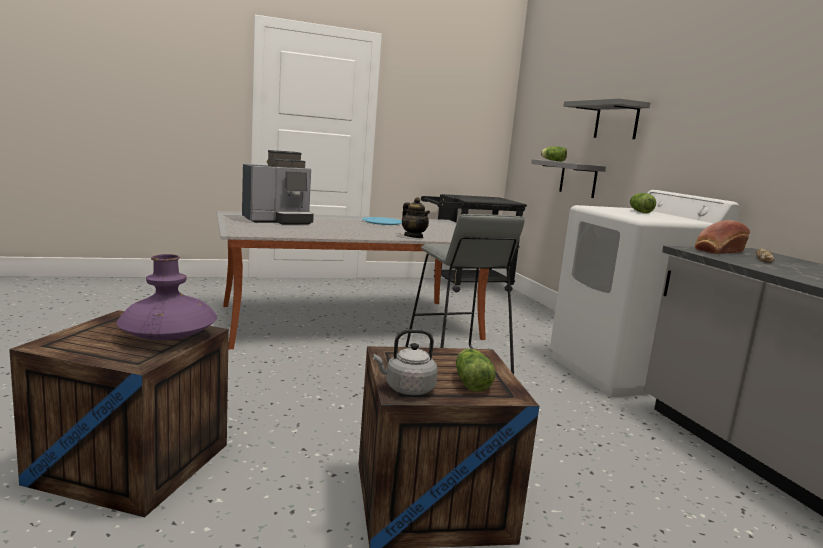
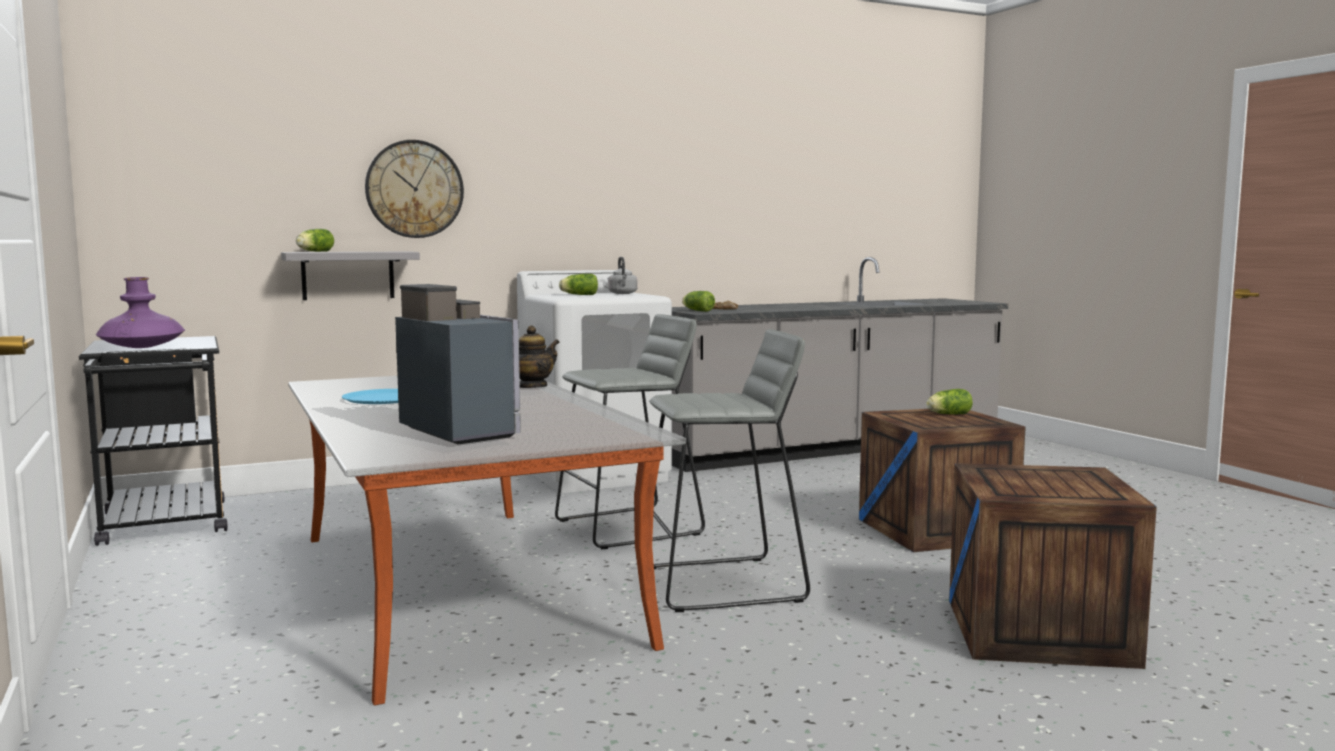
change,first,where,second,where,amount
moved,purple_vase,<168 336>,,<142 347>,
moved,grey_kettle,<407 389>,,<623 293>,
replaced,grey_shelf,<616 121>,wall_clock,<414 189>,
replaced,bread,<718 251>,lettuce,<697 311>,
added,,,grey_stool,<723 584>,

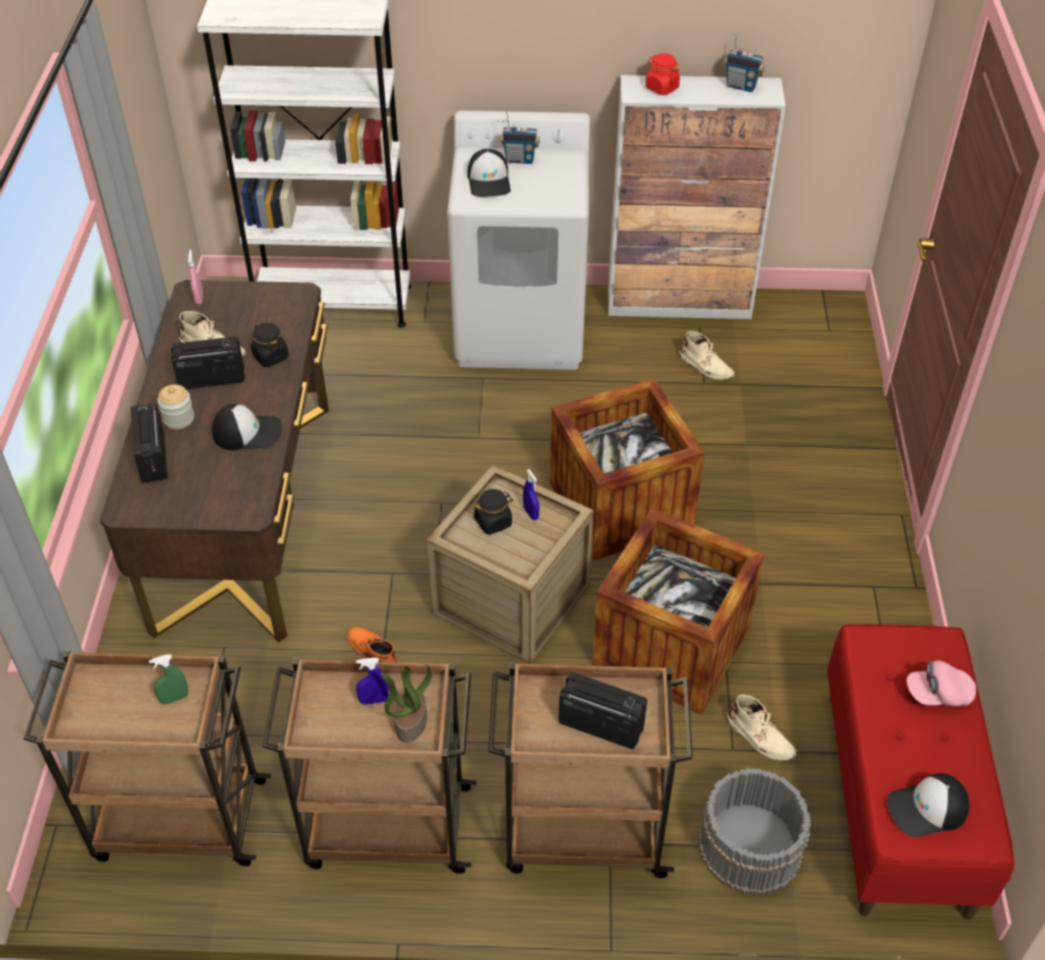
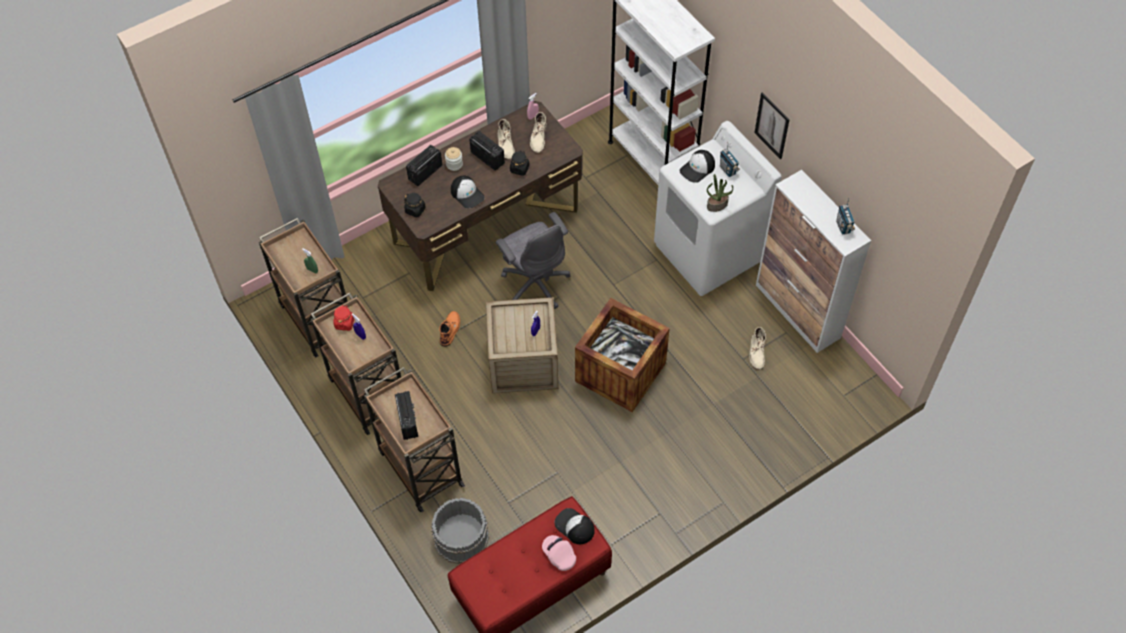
change,first,where,second,where,amount
moved,potted_plant,<410 721>,,<717 205>,
moved,black_jar,<493 522>,,<415 210>,
removed,crate,<671 646>,,,
moved,red_jar,<661 88>,,<344 323>,
moved,beige_boot,<760 737>,,<538 138>,
moved,cap,<927 809>,,<574 527>,
added,,,grey_office_chair,<535 283>,
added,,,picture,<772 125>,

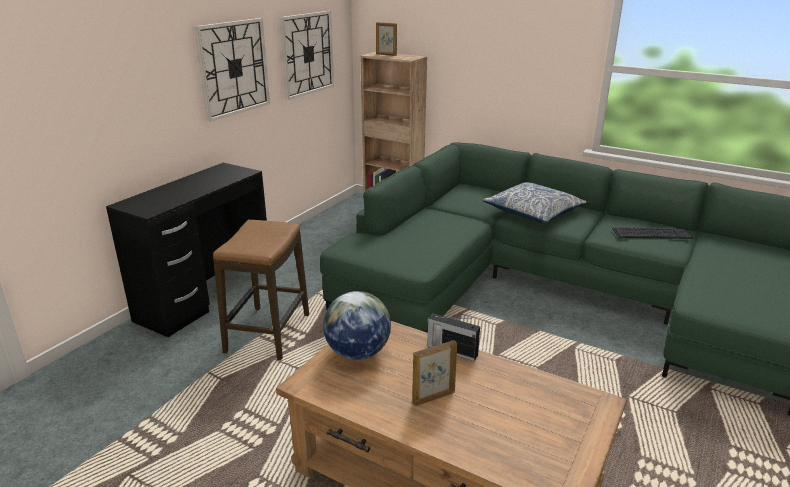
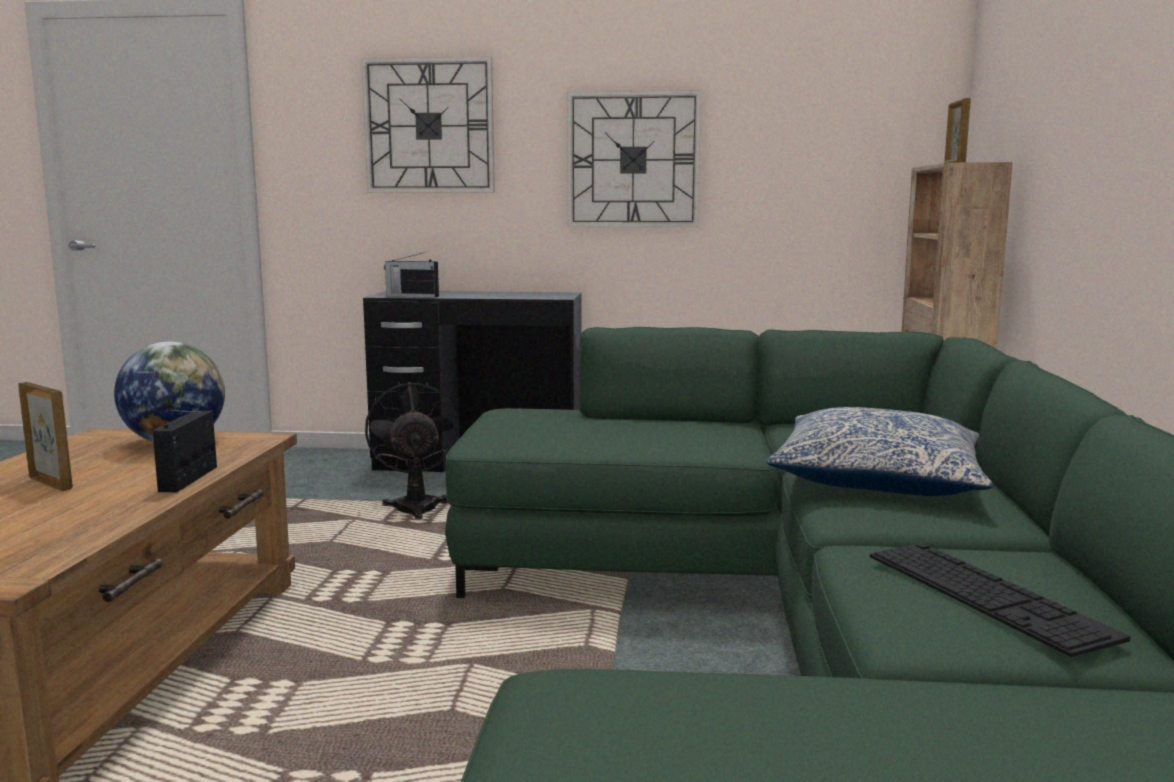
change,first,where,second,where,amount
replaced,stool,<268 333>,black_fan,<415 506>,
moved,wall_clock,<307 54>,,<429 126>,
added,,,radio,<411 296>,

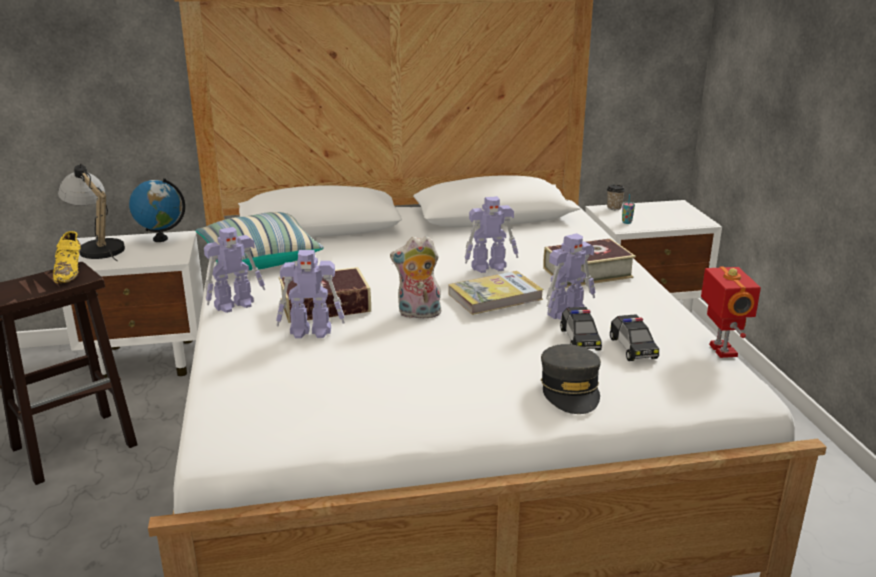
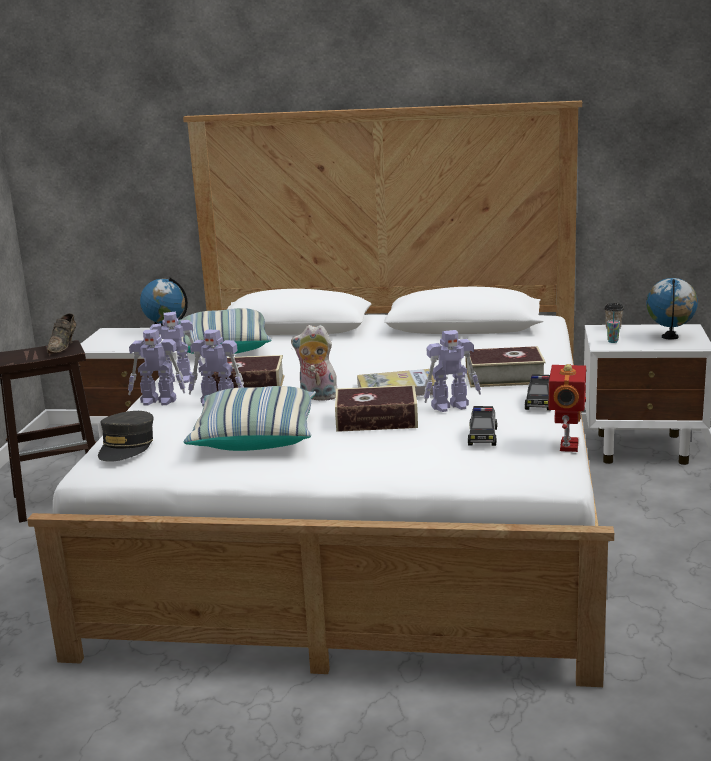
change,first,where,second,where,amount
recoloured,yellow_shoe,<70 272>,brown_shoe,<63 346>,
removed,table_lamp,<97 247>,,,
moved,toy_robot,<490 267>,,<159 401>,
moved,grey_cap,<570 390>,,<127 446>,
moved,toy_car,<580 339>,,<539 402>,
added,,,pillow,<255 437>,
added,,,book,<376 419>,
added,,,globe,<670 337>,

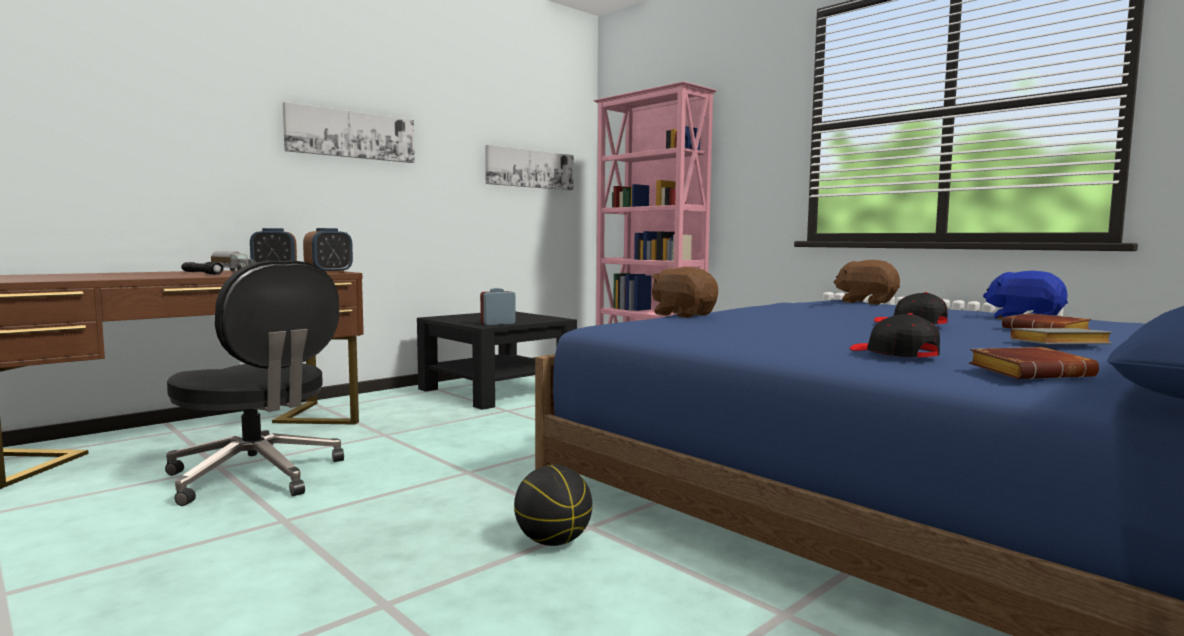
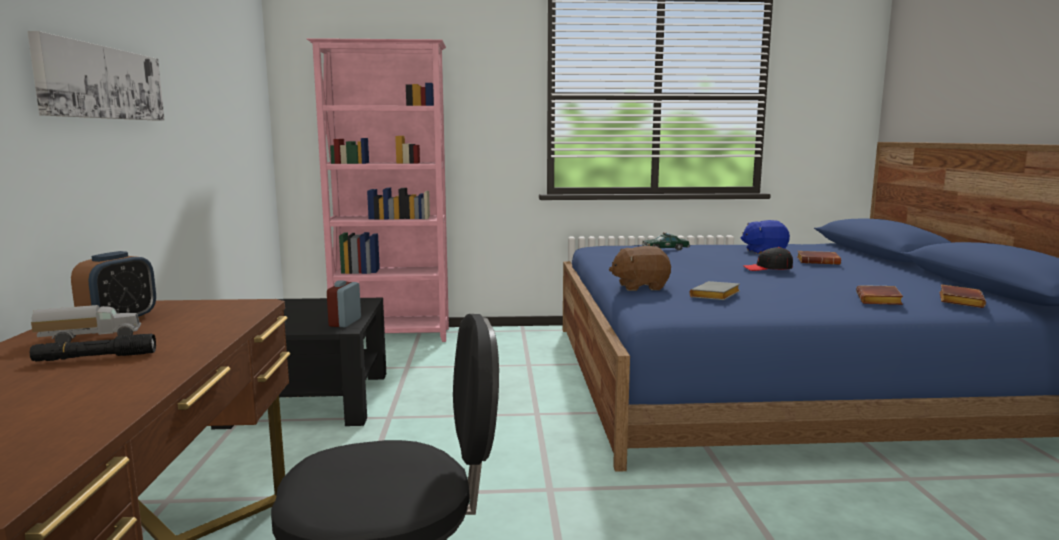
change,first,where,second,where,amount
removed,alarm_clock,<329 272>,,,
removed,picture,<530 169>,,,
removed,basketball,<553 541>,,,
replaced,brown_plush_toy,<866 302>,toy_car,<665 249>,
replaced,black_cap,<893 354>,brown_book,<880 301>,
moved,grey_book,<1058 344>,,<716 296>,

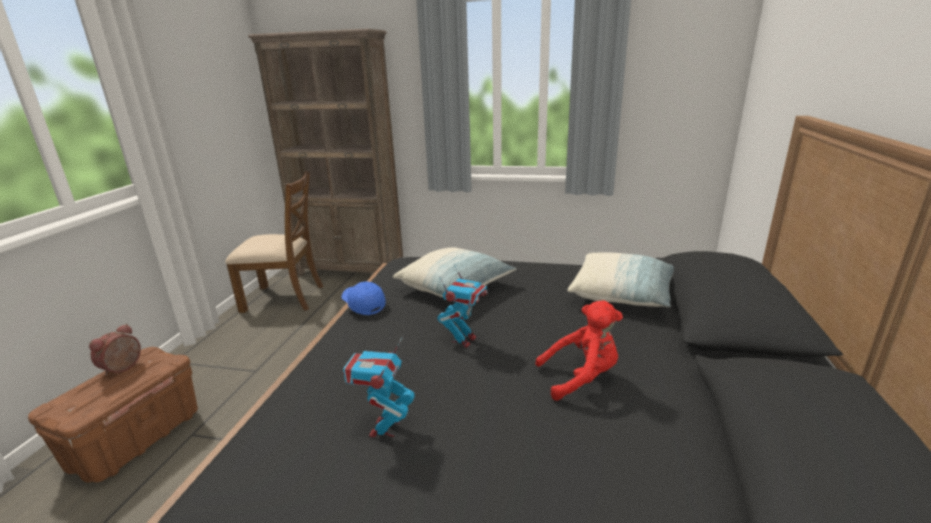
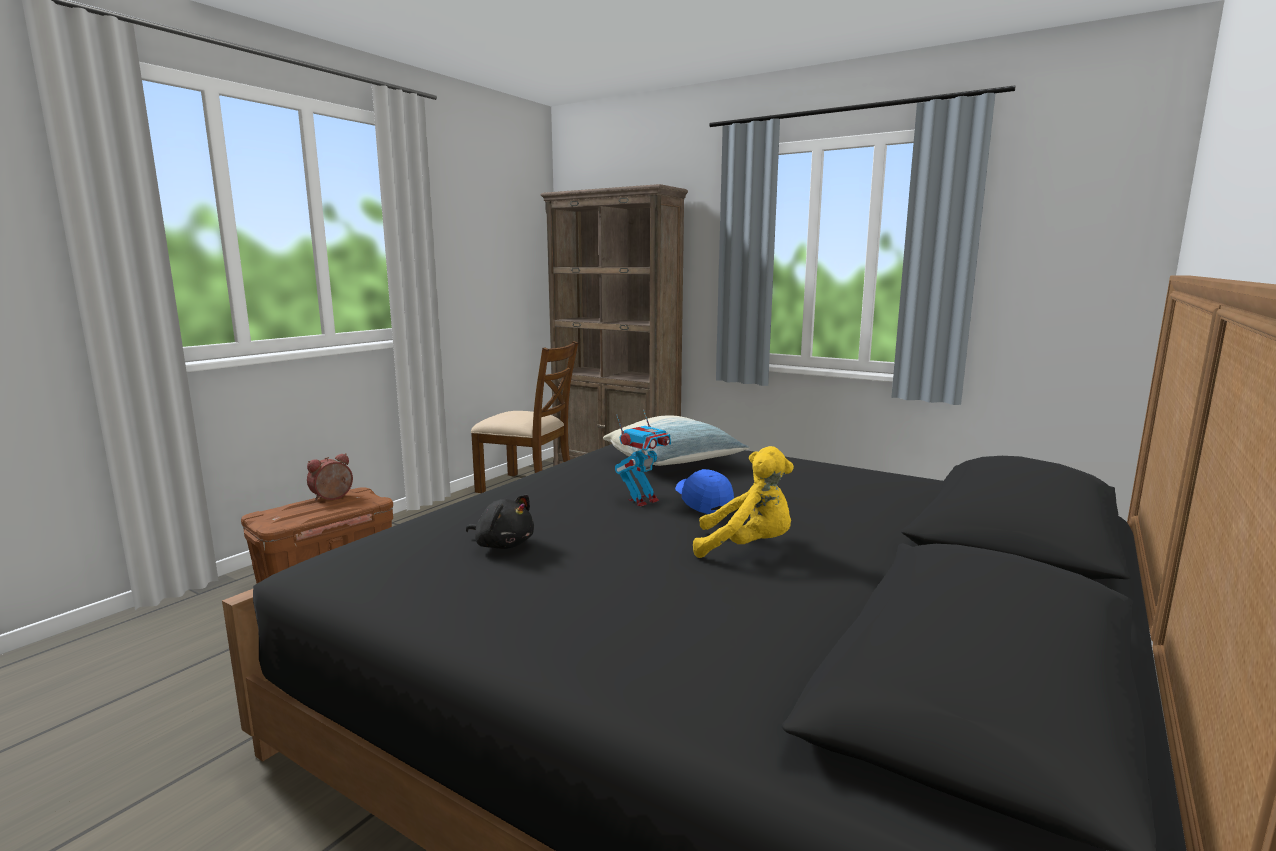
change,first,where,second,where,amount
moved,blue_cap,<363 305>,,<702 503>,
replaced,toy_robot,<384 428>,black_plush_toy,<502 544>,
recoloured,red_plush_toy,<581 378>,yellow_plush_toy,<747 547>,
removed,pillow,<622 294>,,,

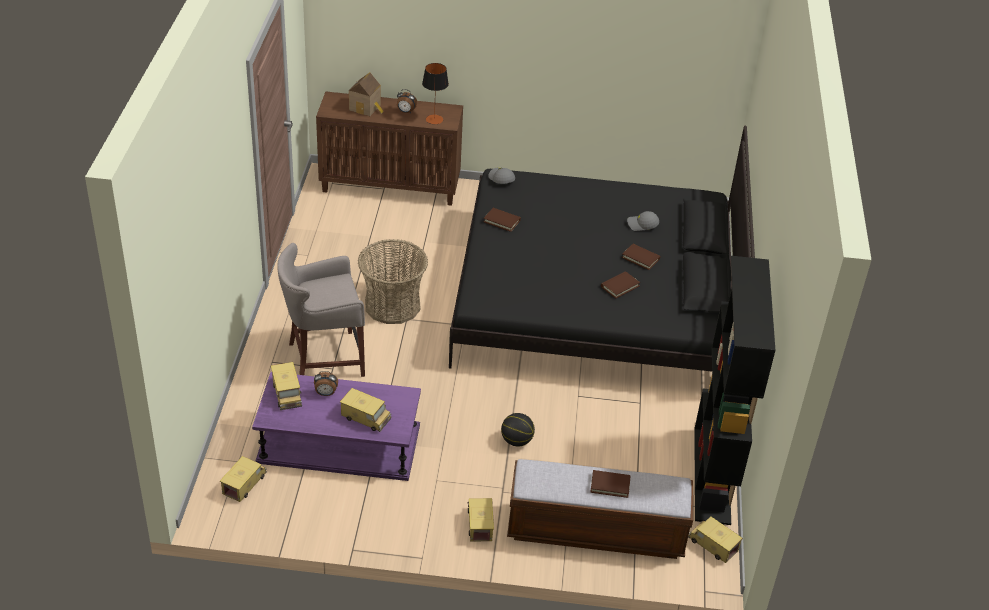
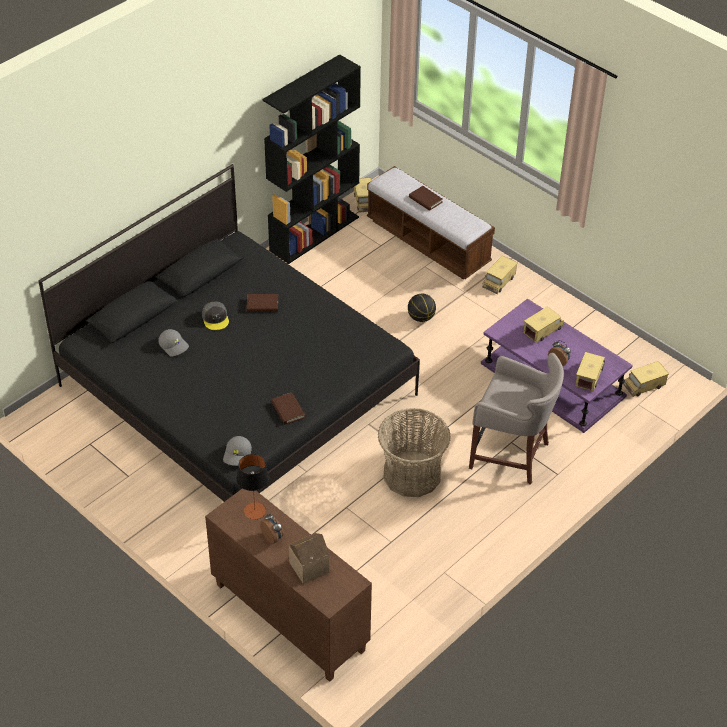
change,first,where,second,where,amount
turned,toy_truck,<366 417>,,<543 330>,75 degrees clockwise
replaced,brown_book,<640 258>,grey_cap,<215 318>,

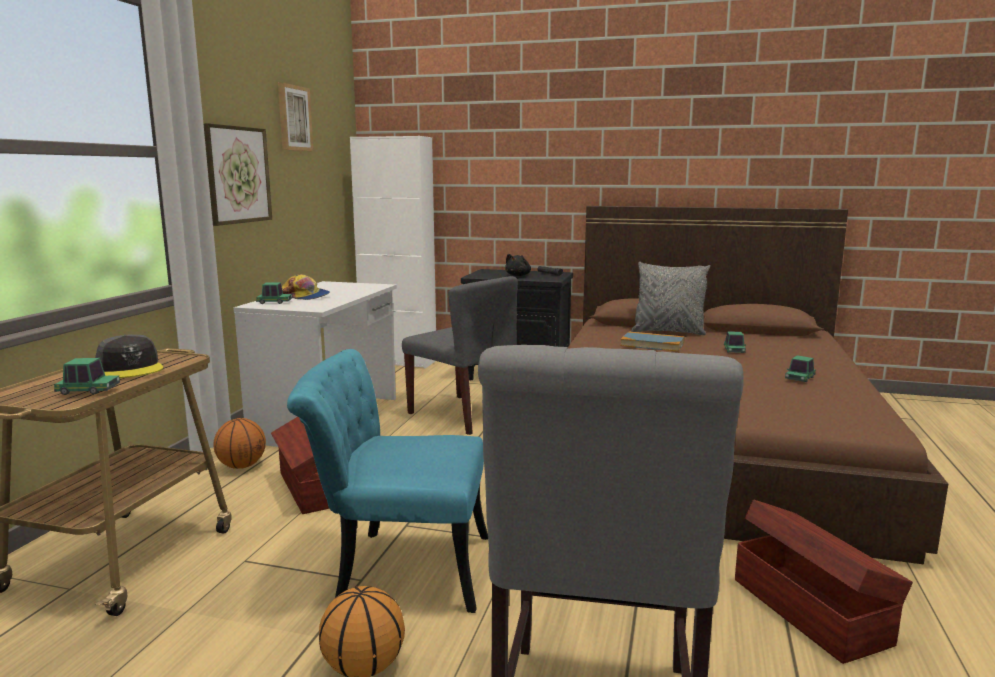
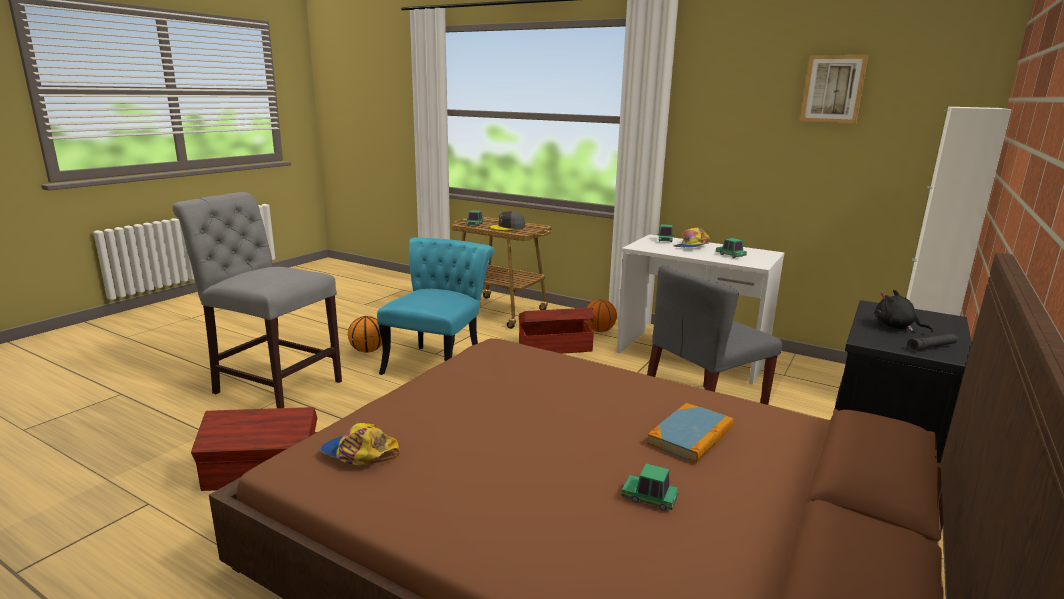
change,first,where,second,where,amount
removed,picture,<237 175>,,,
removed,grey_pillow,<668 332>,,,
moved,toy_car,<800 378>,,<730 255>,
added,,,cap,<359 454>,

